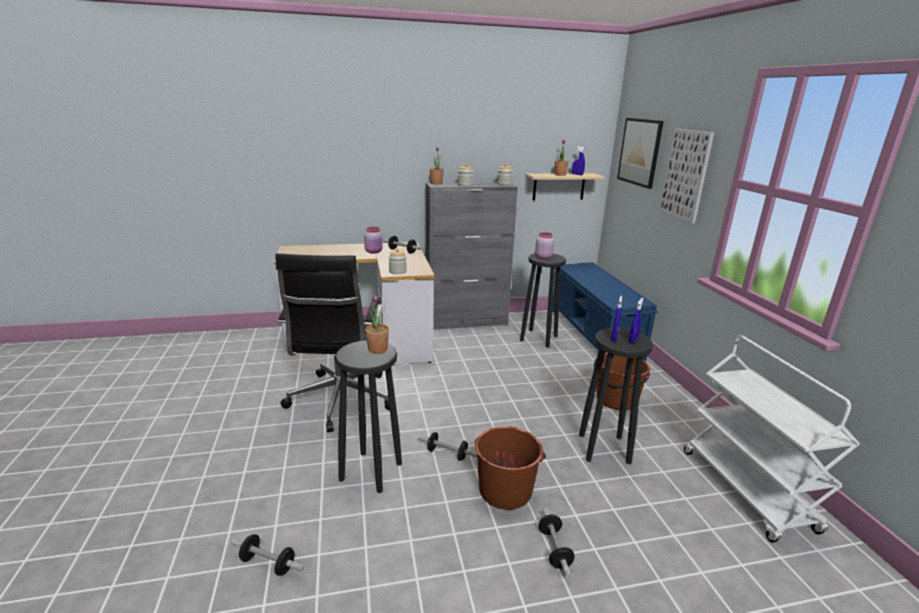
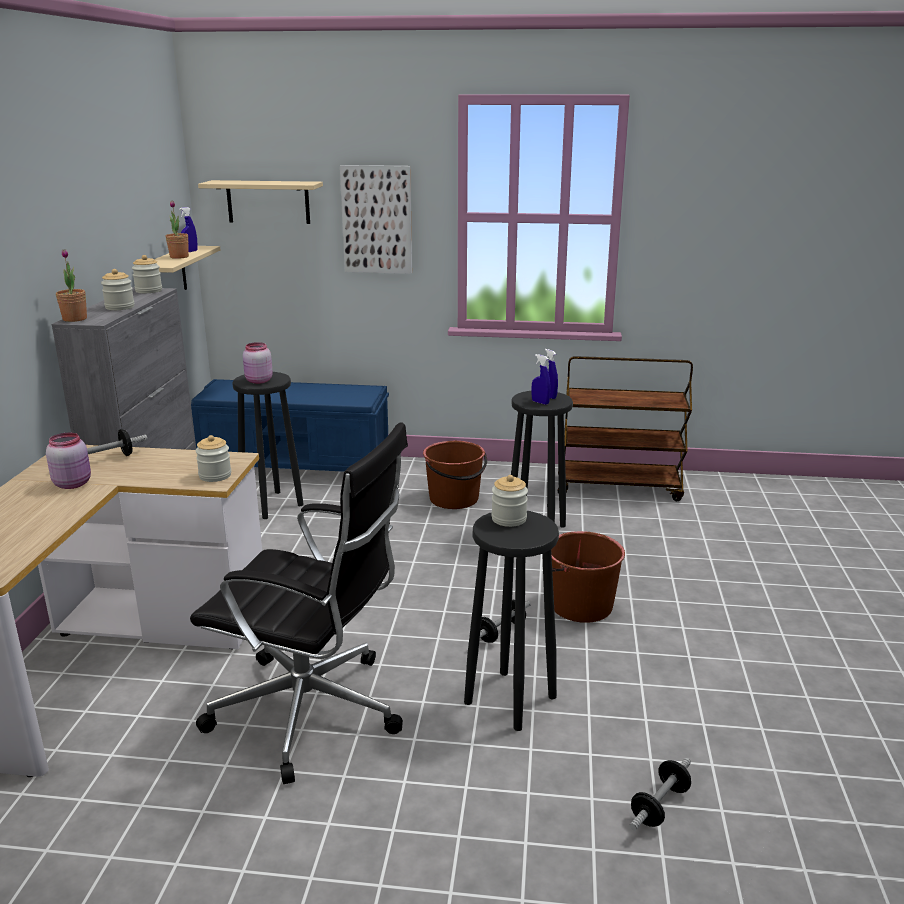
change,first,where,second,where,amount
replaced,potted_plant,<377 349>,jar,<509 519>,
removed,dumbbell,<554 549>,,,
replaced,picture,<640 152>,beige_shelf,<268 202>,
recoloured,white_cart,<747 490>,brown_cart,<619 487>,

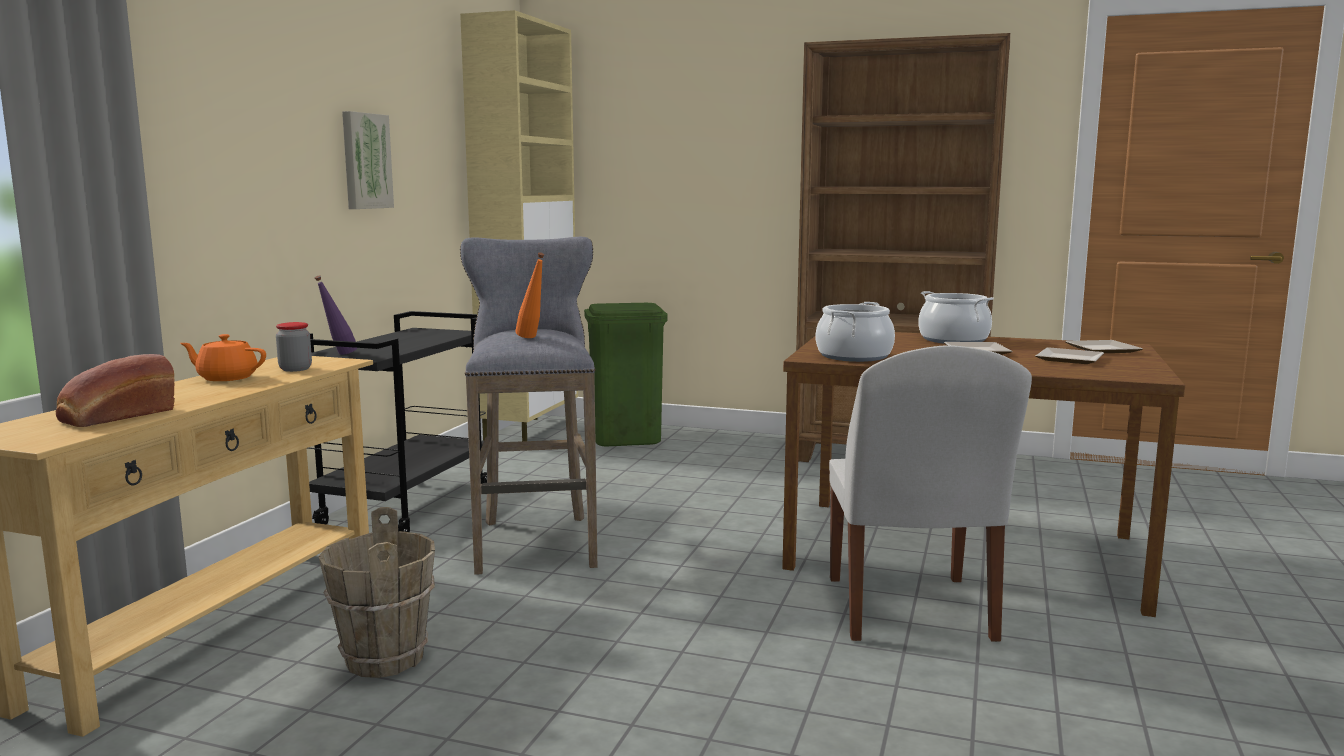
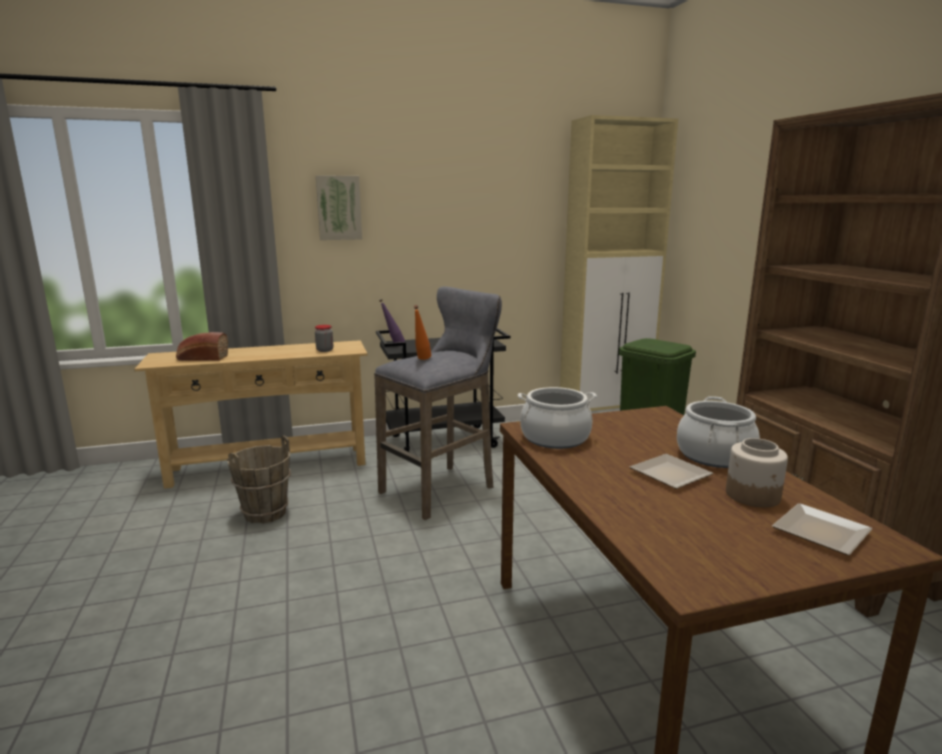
change,first,where,second,where,amount
removed,orange_teapot,<226 378>,,,
moved,picture,<365 161>,,<339 208>,
removed,white_chair,<909 611>,,,
removed,plate,<1071 360>,,,
added,,,jar,<753 495>,

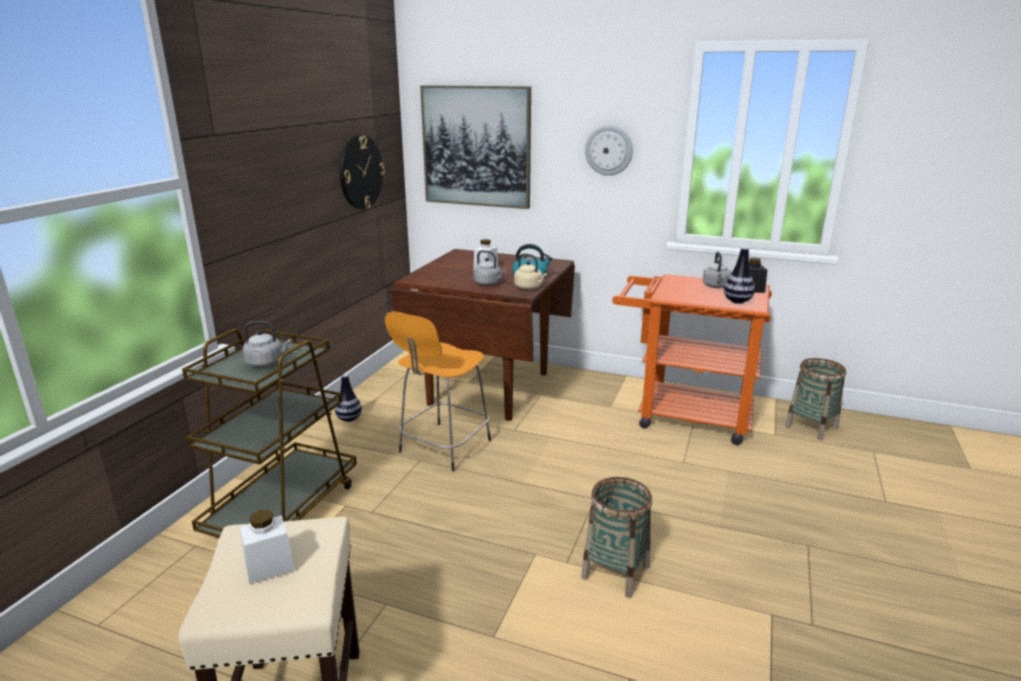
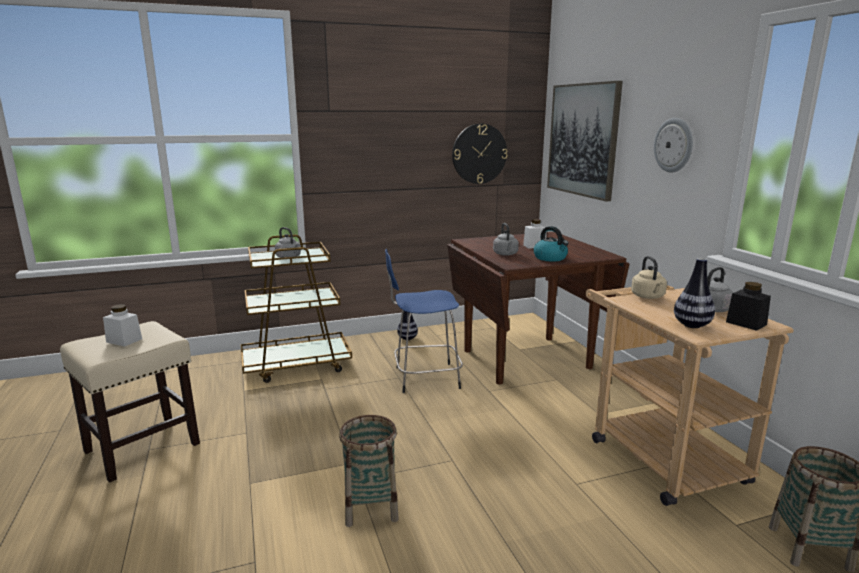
change,first,where,second,where,amount
recoloured,orange_stool,<443 447>,blue_stool,<424 378>,
moved,beige_kettle,<529 288>,,<648 297>,
recoloured,orange_cart,<682 415>,beige_cart,<657 453>,

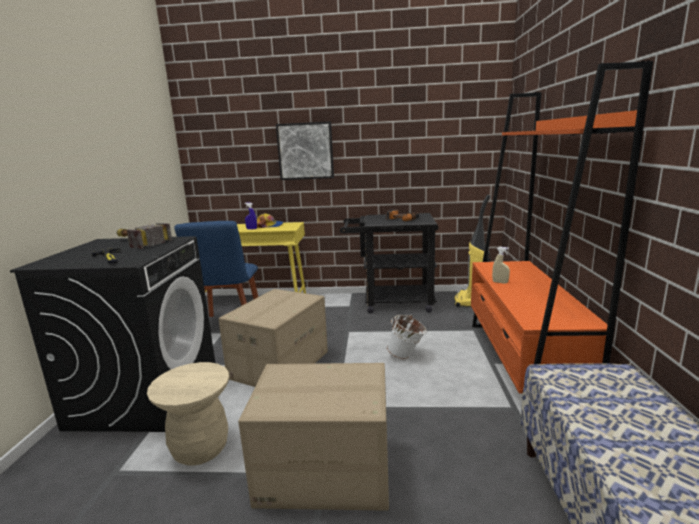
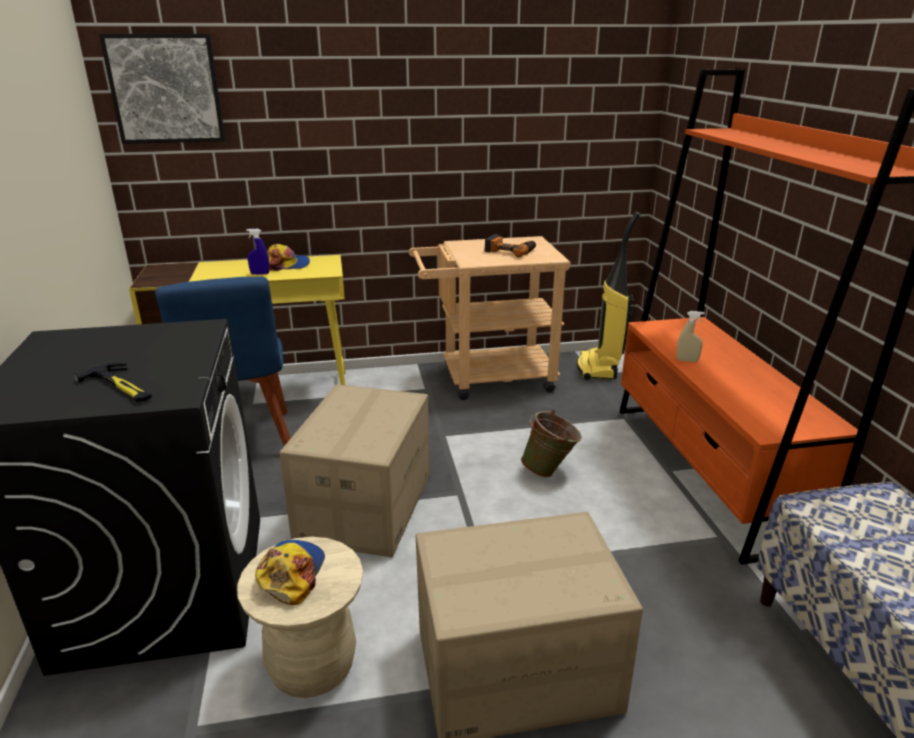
change,first,where,second,where,amount
removed,hammer,<137 242>,,,
moved,picture,<305 151>,,<166 89>,
recoloured,black_cart,<391 302>,beige_cart,<487 378>,
recoloured,white_bucket,<407 356>,green_bucket,<550 471>,
added,,,cap,<291 573>,

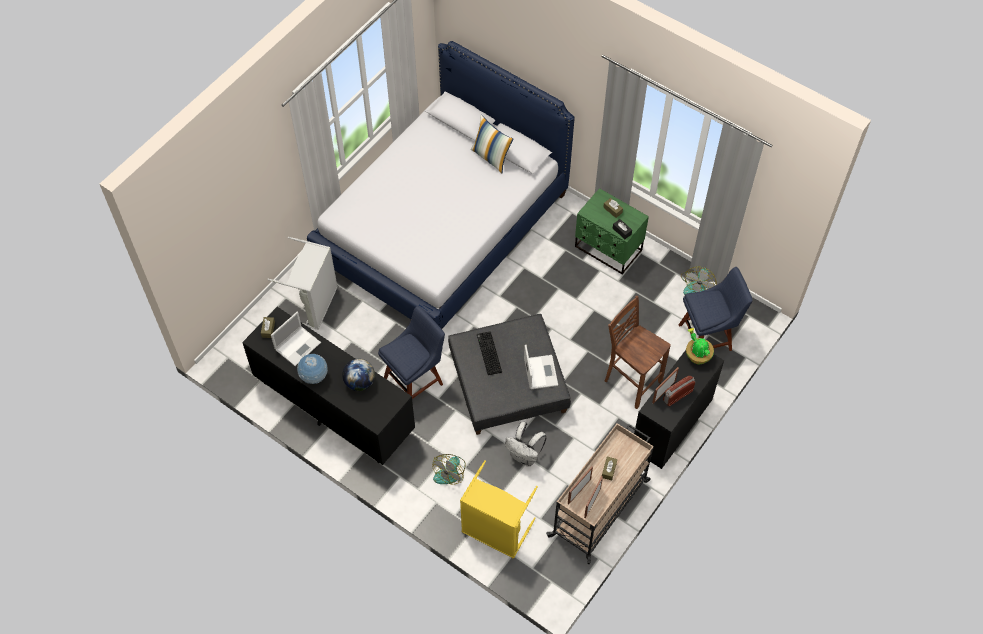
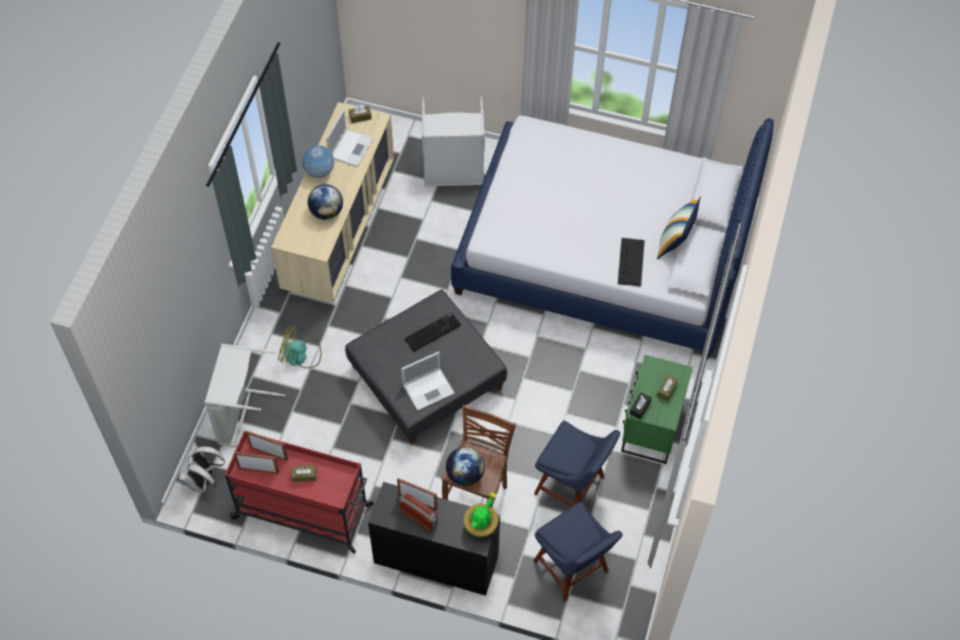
change,first,where,second,where,amount
recoloured,black_dresser,<334 407>,beige_dresser,<339 230>,
turned,laptop,<298 345>,,<351 147>,90 degrees counterclockwise
moved,blue_chair,<415 379>,,<572 487>,
recoloured,yellow_laundry_basket,<495 532>,grey_laundry_basket,<243 418>,
moved,white_backpack,<525 456>,,<203 481>,
recoloured,beige_cart,<600 507>,red_cart,<304 512>,
removed,fan,<696 285>,,,
added,,,globe,<465 475>,
added,,,keyboard,<631 262>,

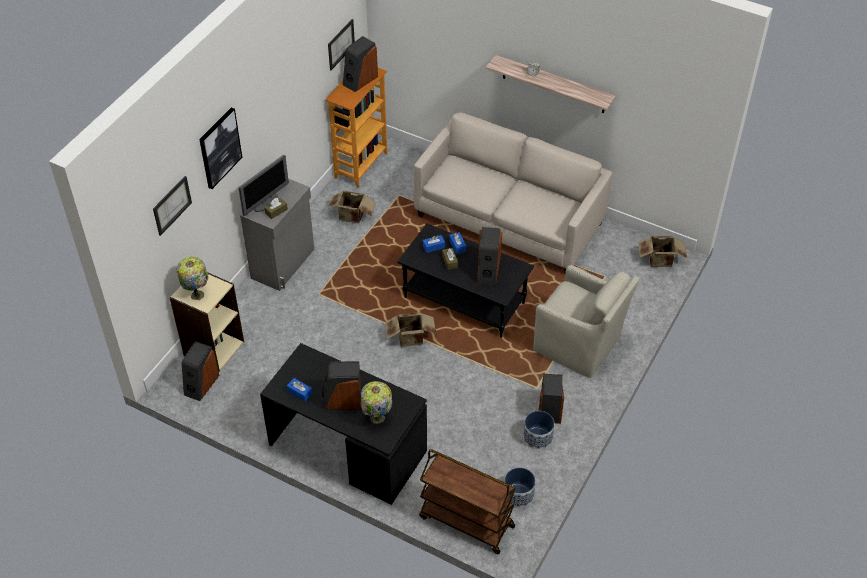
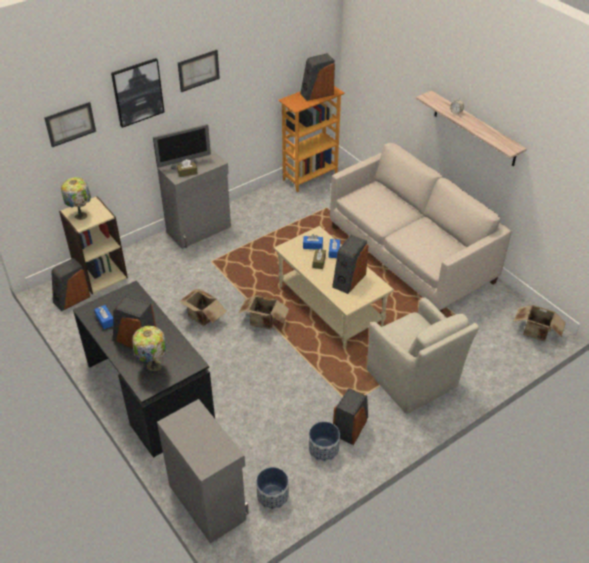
change,first,where,second,where,amount
moved,cardboard_box,<352 217>,,<202 318>,
moved,picture,<340 44>,,<198 70>,
recoloured,black_coffee_table,<465 299>,beige_coffee_table,<331 306>,
replaced,brown_cart,<465 522>,grey_cabinet,<208 501>,

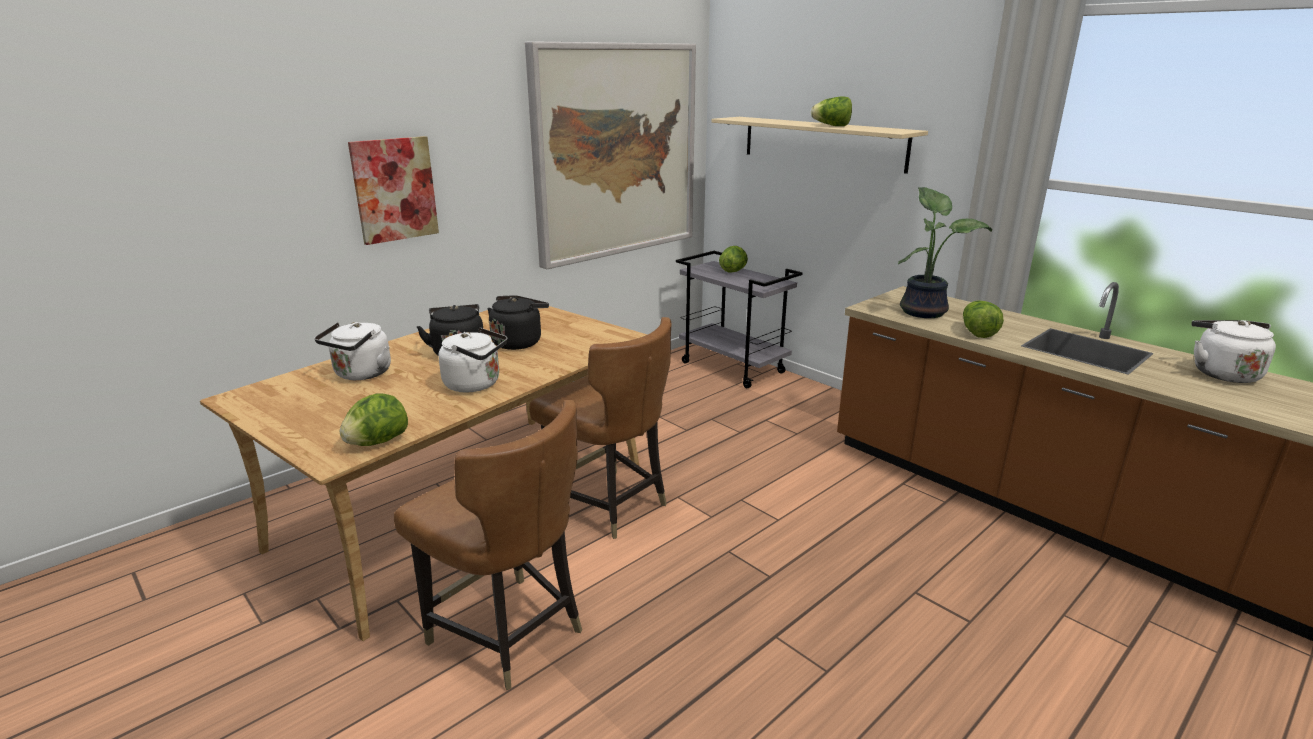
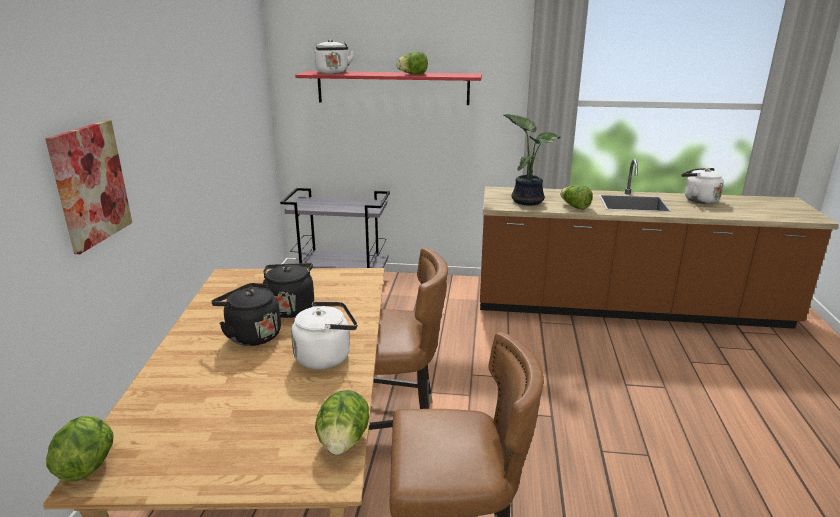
change,first,where,second,where,amount
moved,white_kettle,<361 374>,,<332 73>,
removed,picture,<615 152>,,,
recoloured,beige_shelf,<822 143>,red_shelf,<392 88>,
moved,lettuce,<733 271>,,<88 465>,

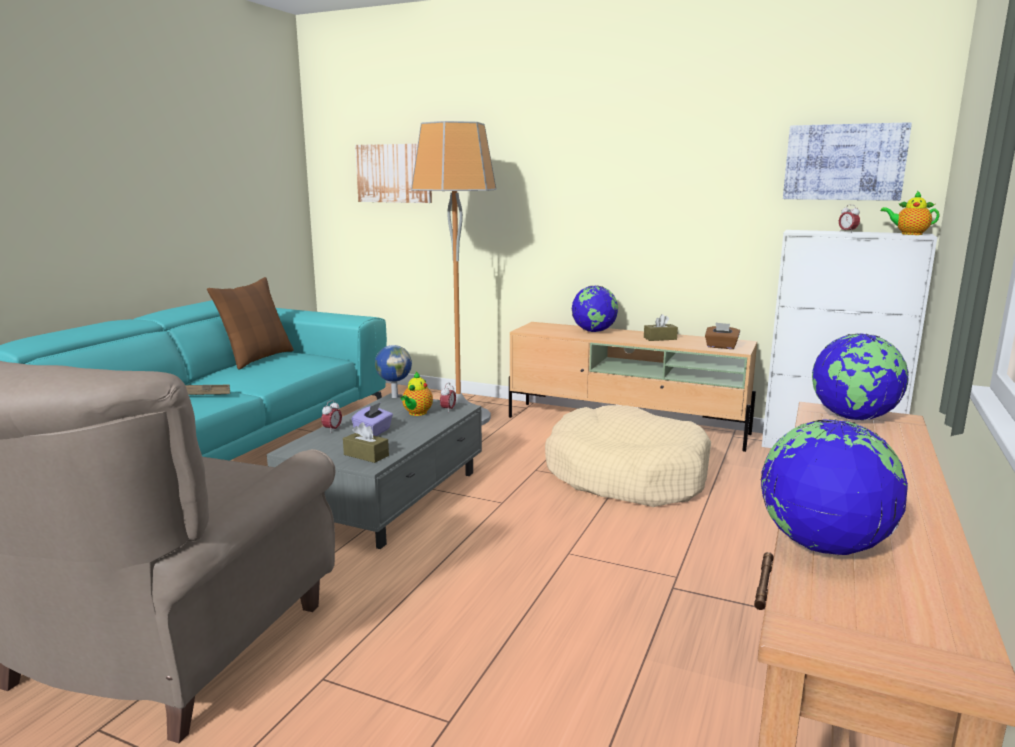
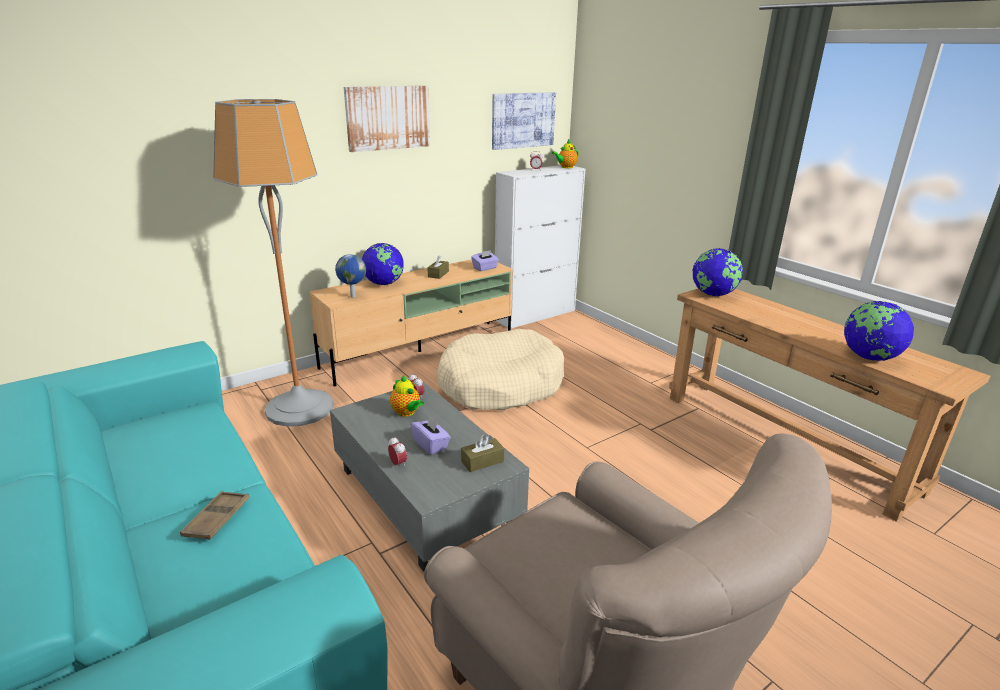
change,first,where,second,where,amount
removed,brown_pillow,<257 358>,,,
moved,picture,<394 173>,,<388 118>,
moved,globe,<394 397>,,<352 296>,
recoloured,brown_tissue_box,<721 347>,purple_tissue_box,<485 268>,

